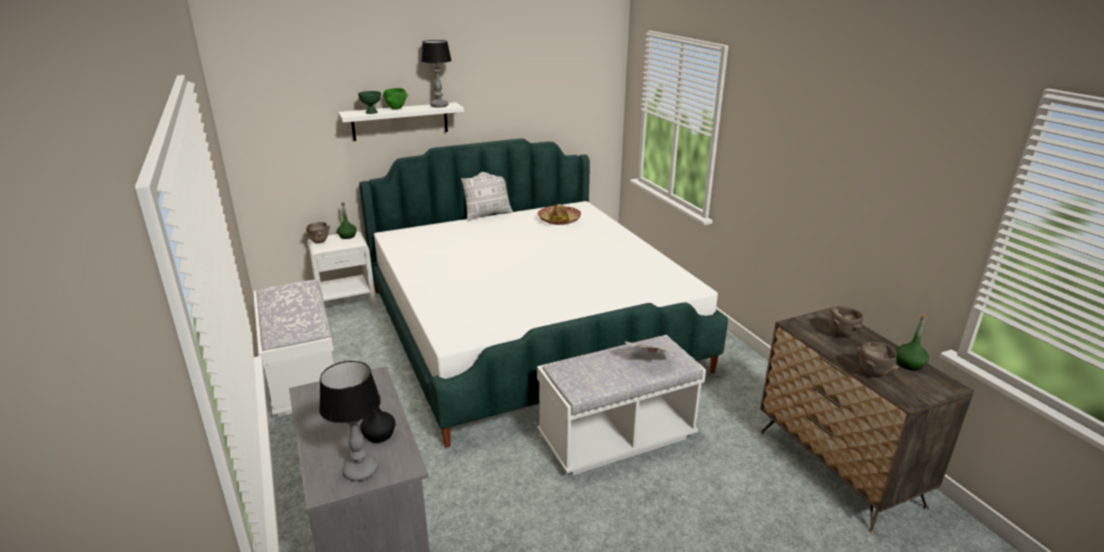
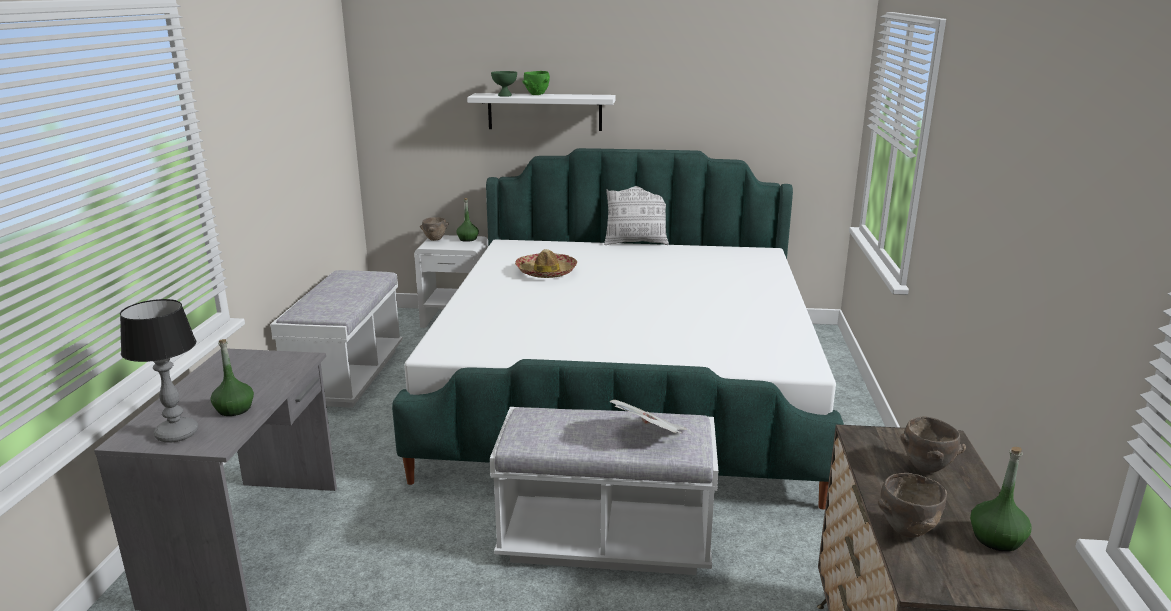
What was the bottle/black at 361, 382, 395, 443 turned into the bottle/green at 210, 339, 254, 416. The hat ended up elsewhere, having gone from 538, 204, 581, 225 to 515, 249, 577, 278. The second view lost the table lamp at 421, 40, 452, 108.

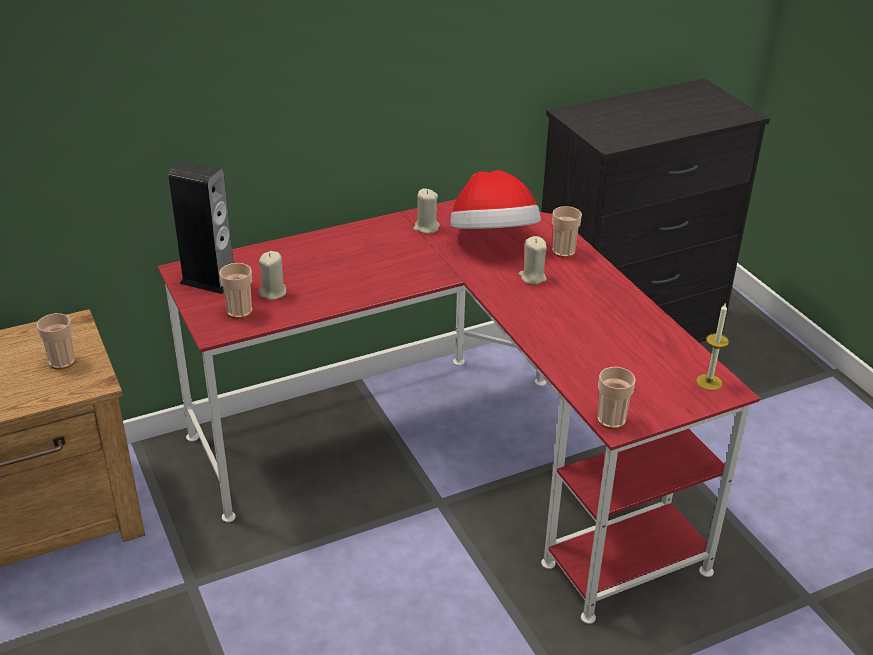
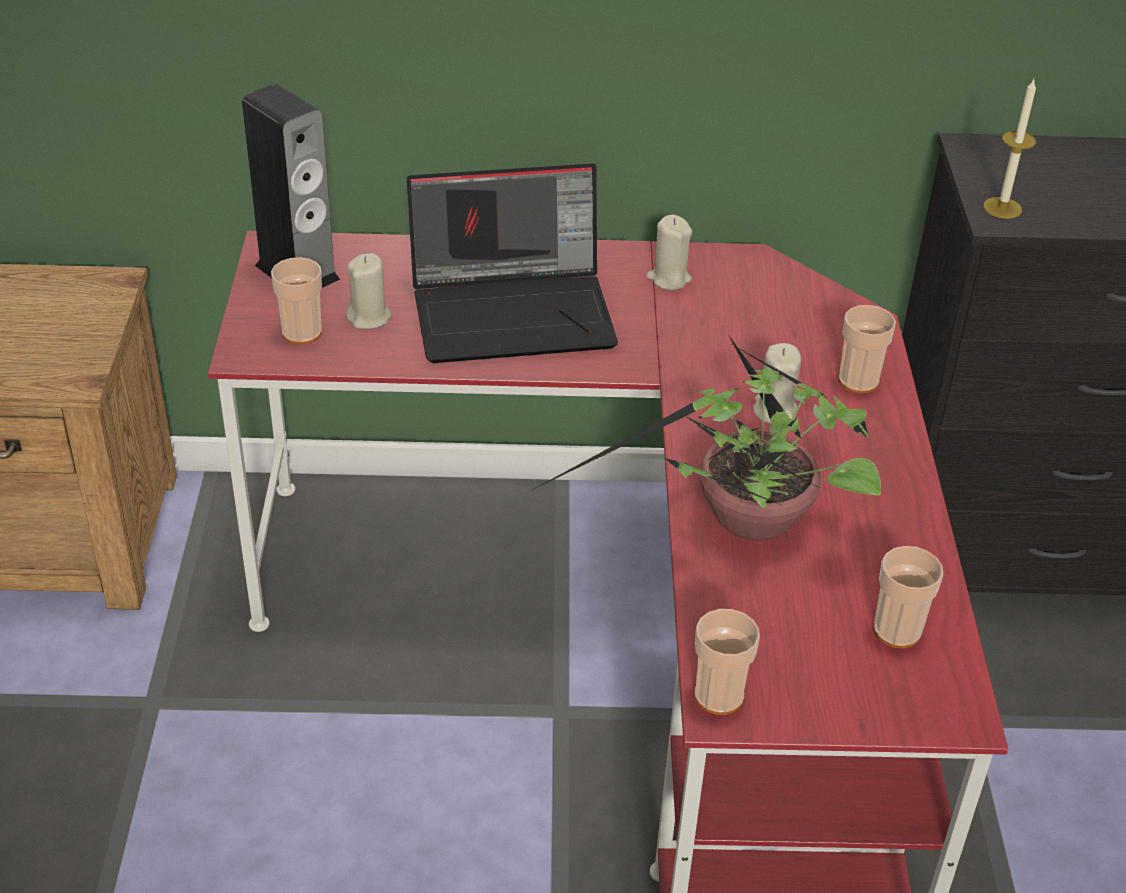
The second view gained the laptop at 407, 163, 618, 363. The second view gained the potted plant at 532, 336, 881, 541. The cup ended up elsewhere, having gone from 37, 313, 76, 370 to 874, 546, 943, 648. The candle ended up elsewhere, having gone from 696, 304, 729, 391 to 983, 79, 1036, 219. The second view lost the hat at 450, 170, 541, 229.

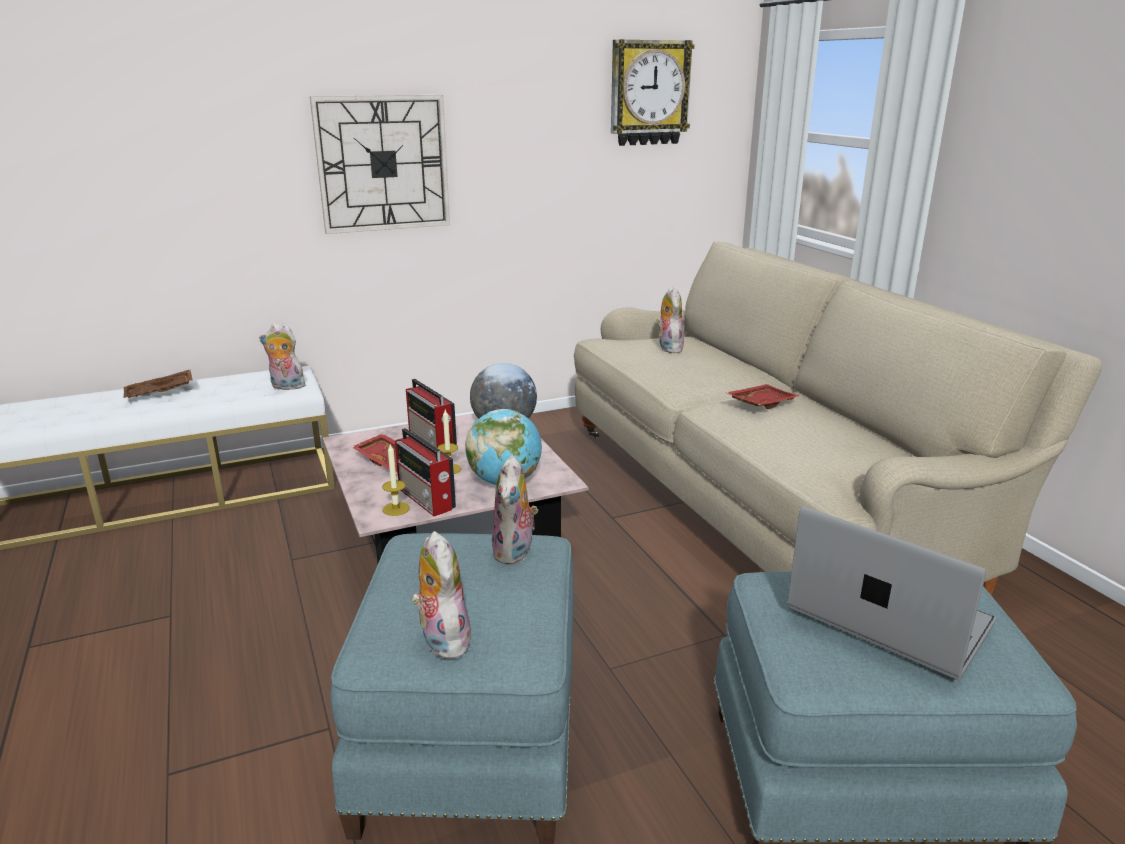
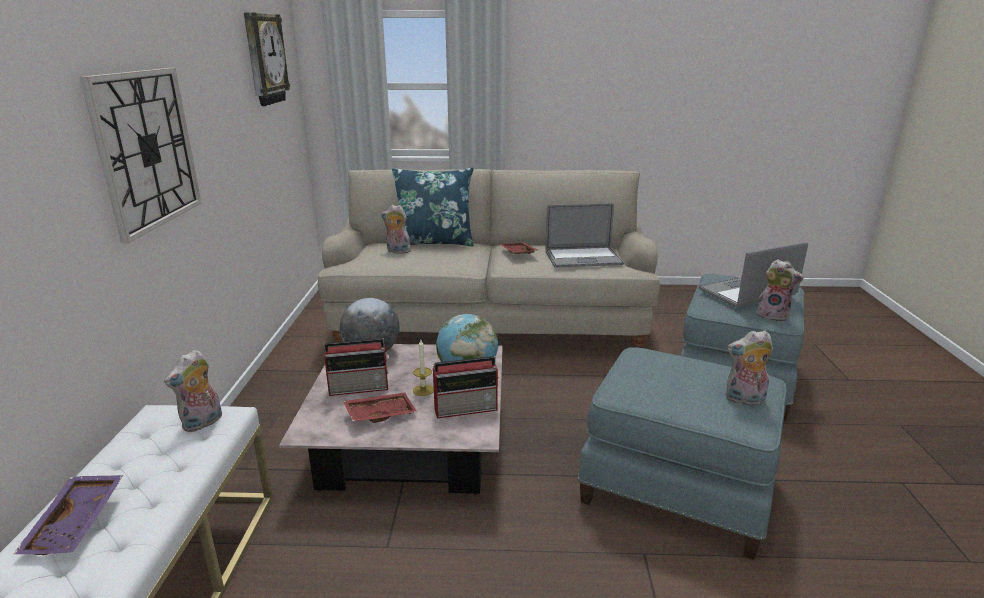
What was the tray/brown at 123, 370, 193, 398 turned into the tray/purple at 13, 475, 123, 555. The second view gained the pillow/blue at 392, 168, 474, 247. The second view gained the laptop at 545, 203, 624, 268. The plush toy ended up elsewhere, having gone from 492, 455, 538, 565 to 756, 259, 804, 322. The second view lost the candle at 382, 445, 410, 516.

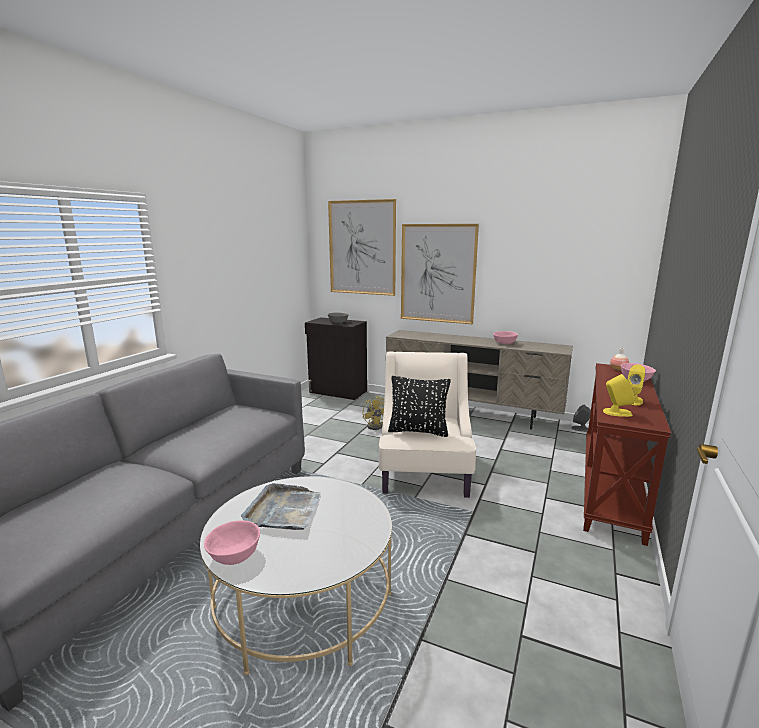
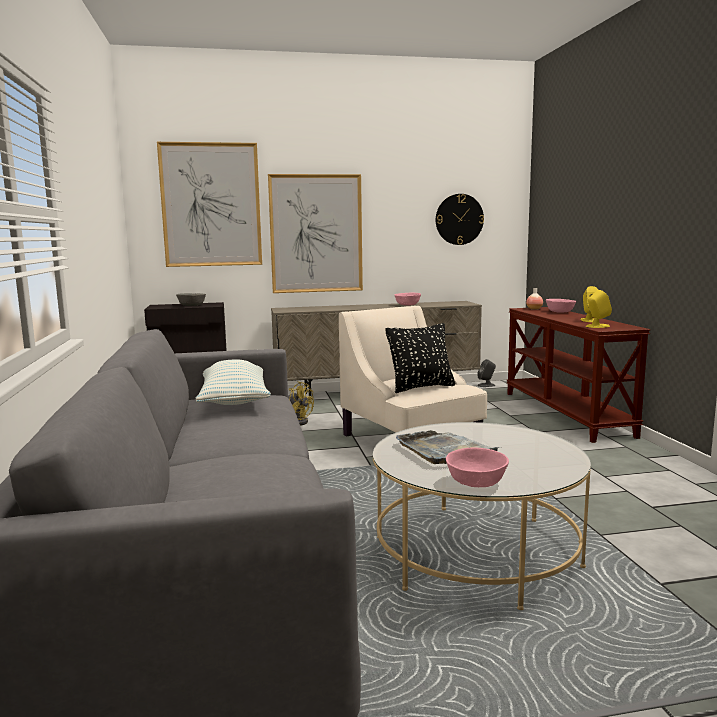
The second view gained the pillow at 196, 359, 271, 405. The second view gained the wall clock at 436, 194, 484, 245.

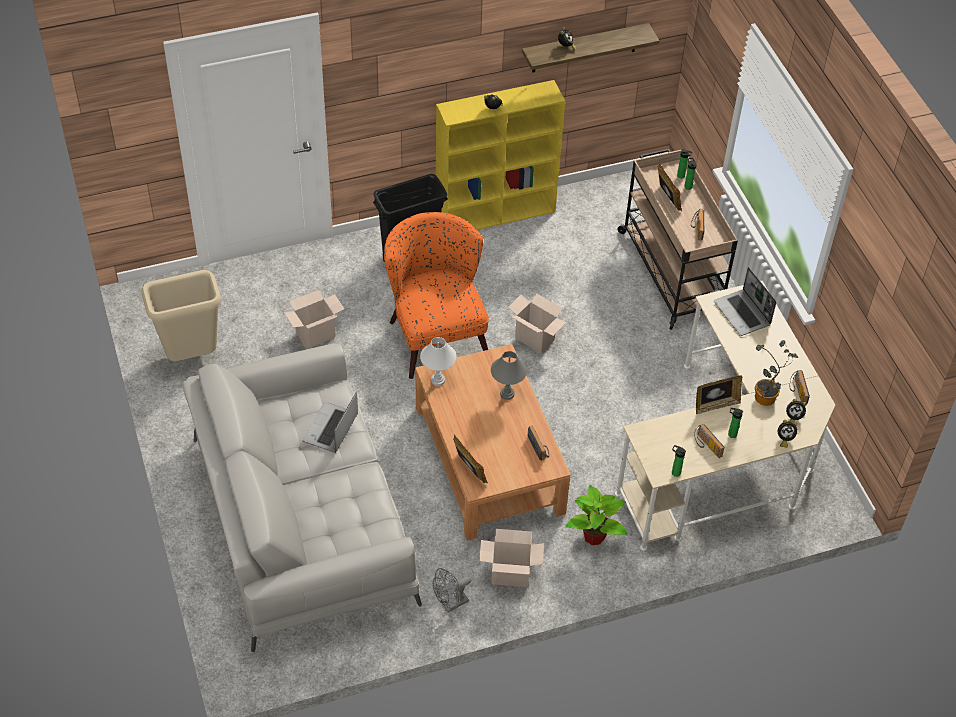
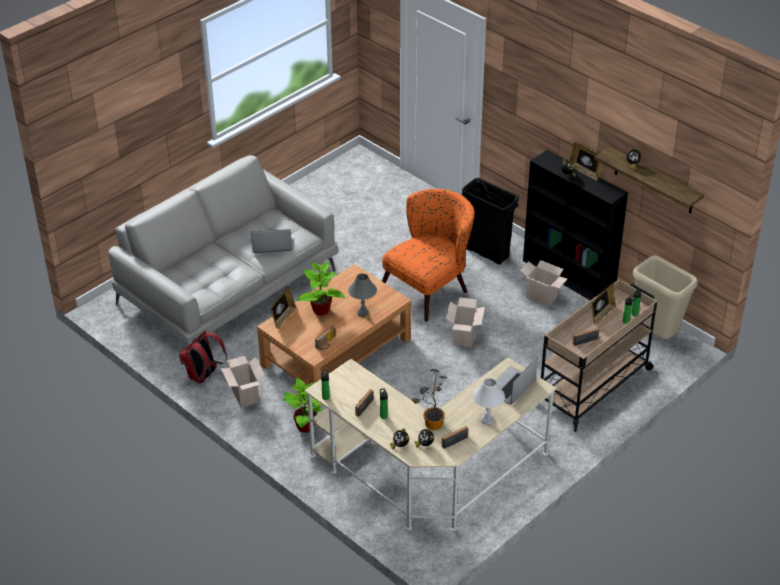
Where the fan/grey stood at 433, 568, 472, 612, the backpack/red came to stand at 179, 331, 227, 383. The second view gained the potted plant at 297, 262, 345, 316. The table lamp/white ended up elsewhere, having gone from 420, 337, 456, 386 to 473, 378, 505, 425. The cardboard box ended up elsewhere, having gone from 284, 290, 344, 349 to 520, 260, 567, 307. What was the bookcase/yellow at 436, 80, 565, 230 turned into the bookcase/black at 523, 150, 628, 301. The picture frame ended up elsewhere, having gone from 696, 375, 742, 414 to 569, 142, 601, 181. The trash can/beige ended up elsewhere, having gone from 142, 270, 221, 361 to 633, 255, 698, 339.

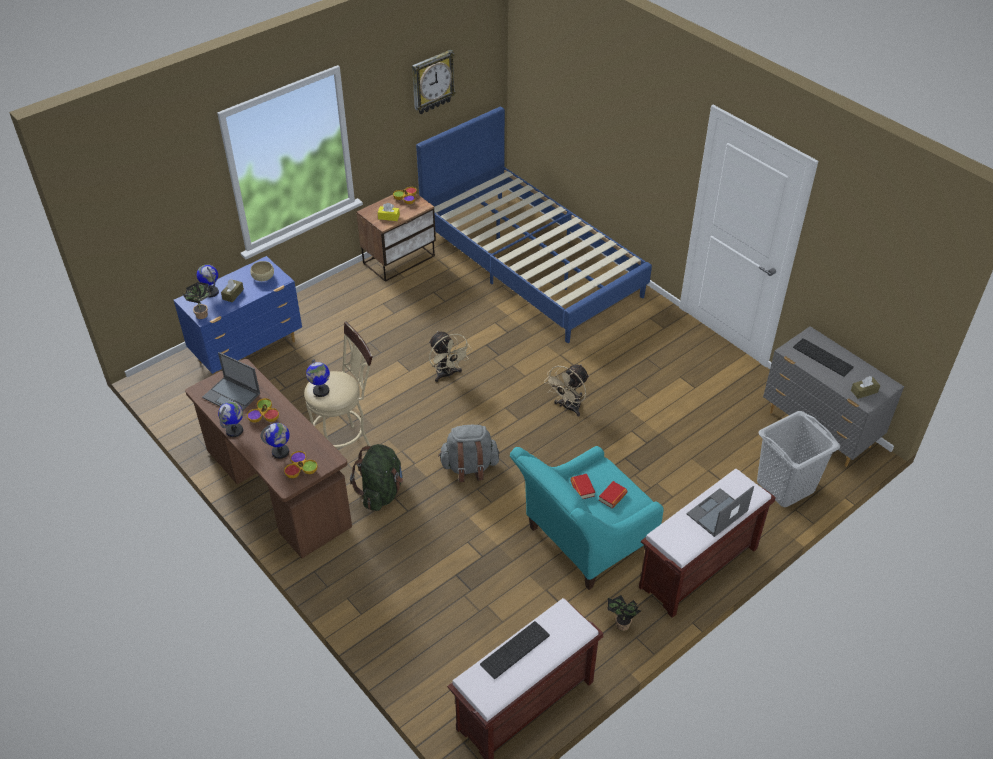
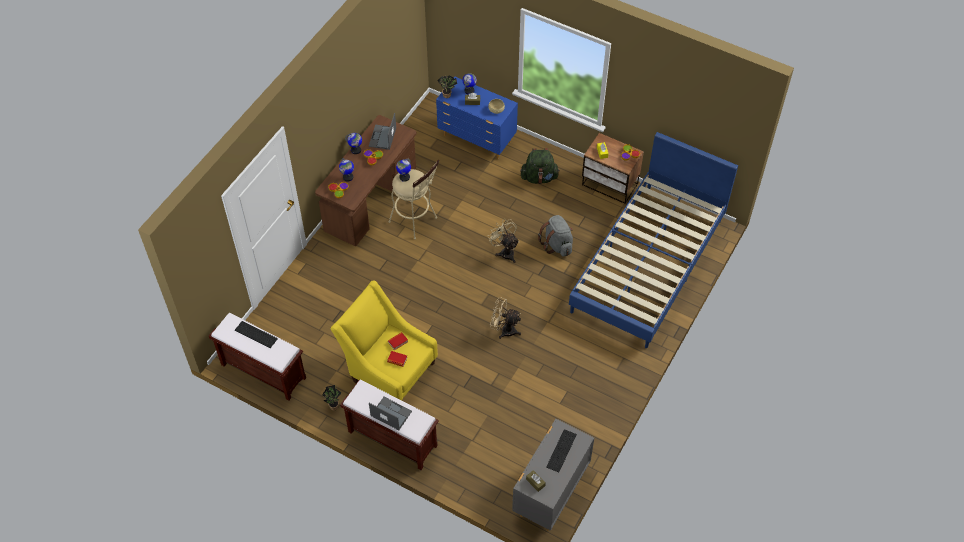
What was the armchair/turquoise at 510, 446, 664, 590 turned into the armchair/yellow at 330, 281, 438, 400. The fan/beige at 429, 331, 472, 382 ended up facing another way, 105 degrees clockwise from before. The backpack/green ended up elsewhere, having gone from 350, 444, 403, 511 to 521, 148, 560, 184. The backpack/grey ended up elsewhere, having gone from 438, 425, 499, 482 to 538, 215, 573, 257. The second view lost the wall clock at 412, 50, 456, 114. The second view lost the laundry basket/grey at 757, 411, 840, 507.

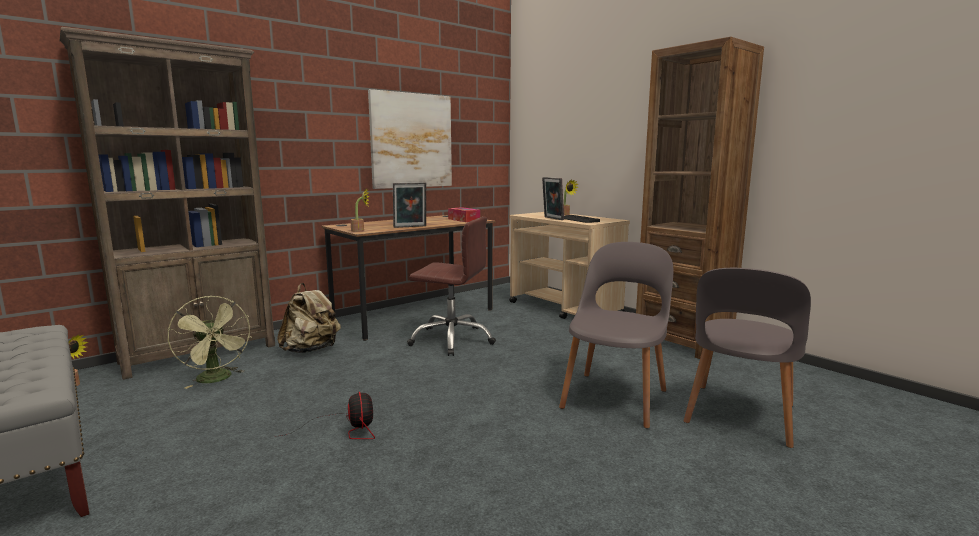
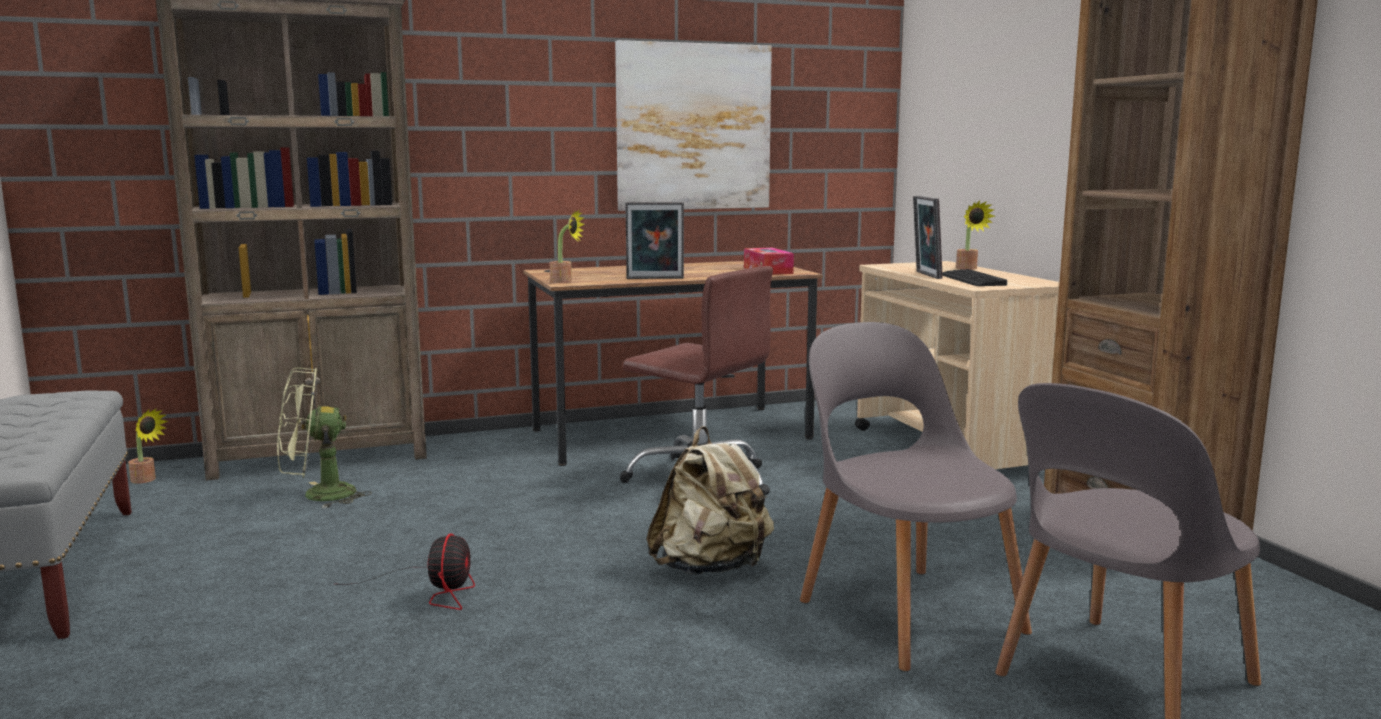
The fan/green at 168, 296, 252, 389 ended up facing another way, 90 degrees clockwise from before. The backpack/beige ended up elsewhere, having gone from 277, 283, 341, 353 to 647, 426, 774, 575. The chair/grey at 559, 242, 673, 428 ended up facing another way, 75 degrees counterclockwise from before.

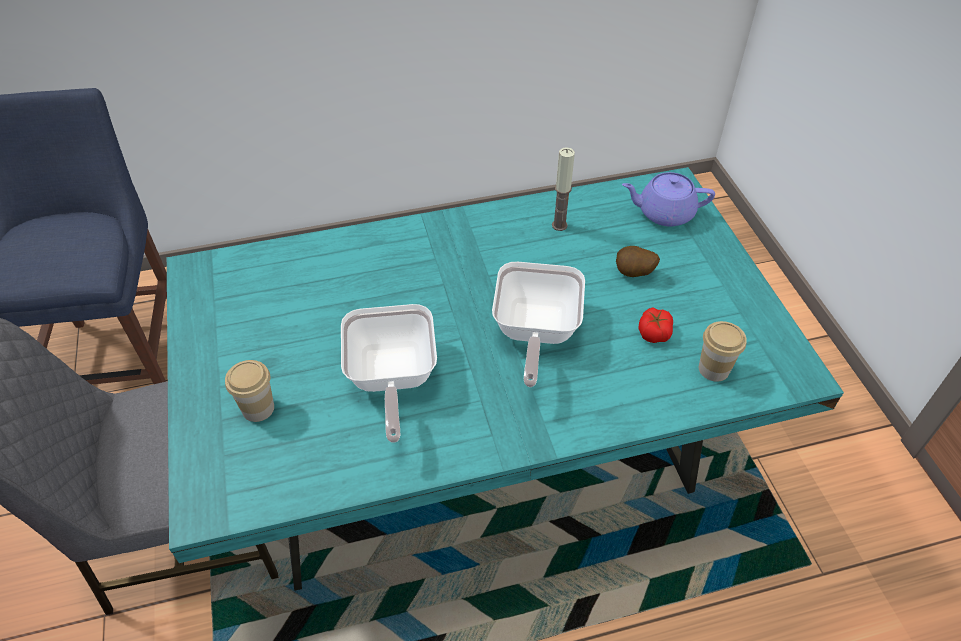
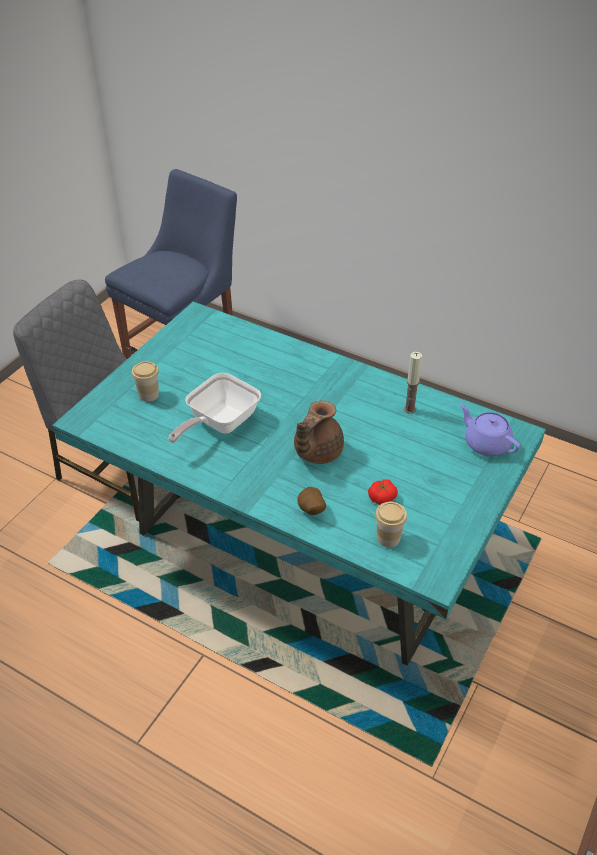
Where the frying pan stood at 492, 262, 585, 387, the teapot/brown came to stand at 294, 400, 344, 464. The potato ended up elsewhere, having gone from 616, 246, 660, 277 to 298, 487, 326, 515.

